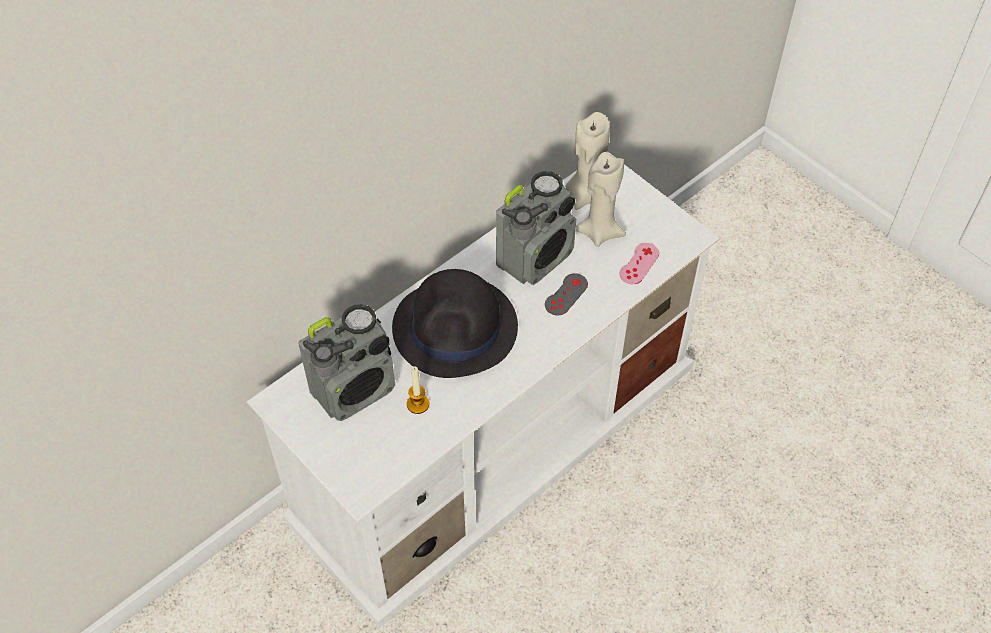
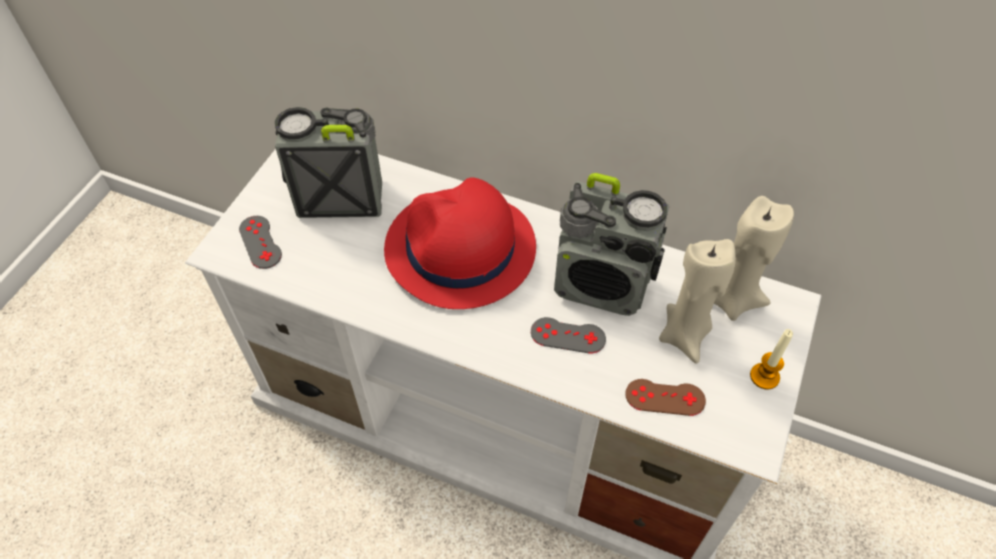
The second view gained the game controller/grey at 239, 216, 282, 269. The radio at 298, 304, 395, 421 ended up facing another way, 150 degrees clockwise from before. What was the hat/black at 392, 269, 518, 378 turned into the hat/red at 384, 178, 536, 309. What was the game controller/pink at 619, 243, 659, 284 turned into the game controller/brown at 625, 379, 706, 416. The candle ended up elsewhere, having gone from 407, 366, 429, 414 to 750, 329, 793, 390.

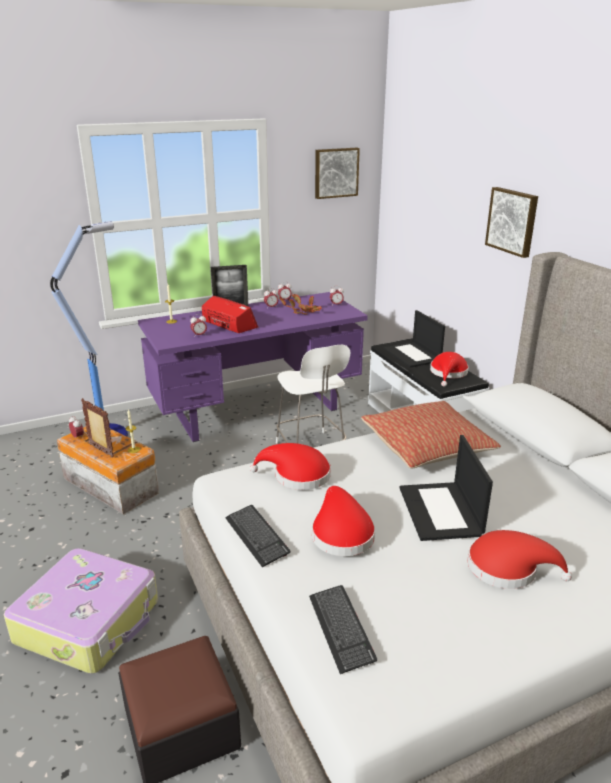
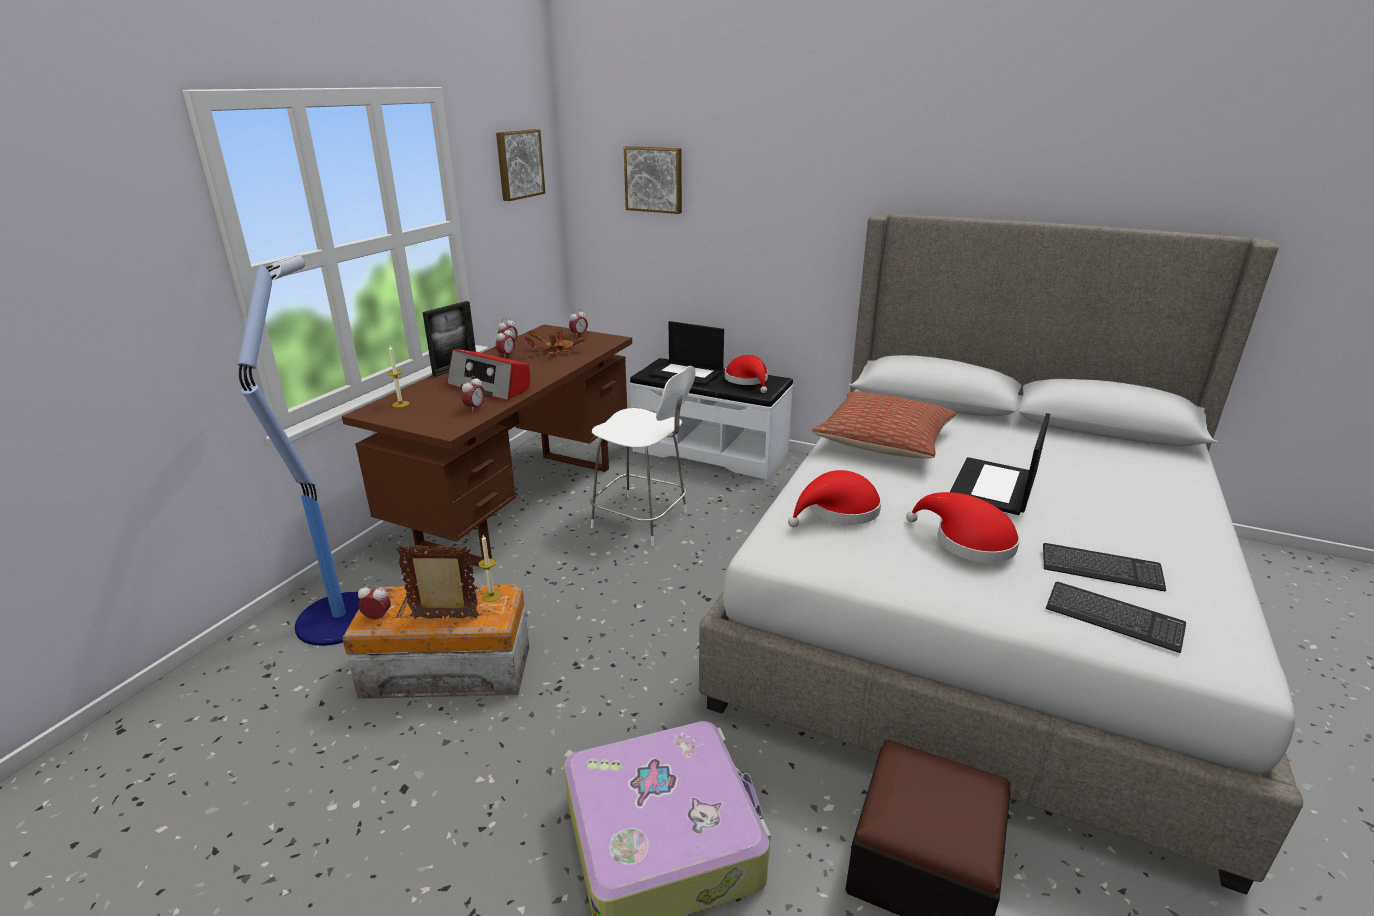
What was the desk/purple at 138, 292, 368, 442 turned into the desk/brown at 342, 325, 632, 570. The radio at 202, 296, 258, 333 ended up facing another way, 150 degrees counterclockwise from before. The picture ended up elsewhere, having gone from 485, 187, 538, 258 to 624, 146, 682, 214. The laptop at 400, 435, 493, 541 ended up facing another way, 75 degrees clockwise from before. The keyboard ended up elsewhere, having gone from 225, 505, 290, 567 to 1043, 543, 1166, 591. The second view lost the hat/red at 468, 530, 572, 589.

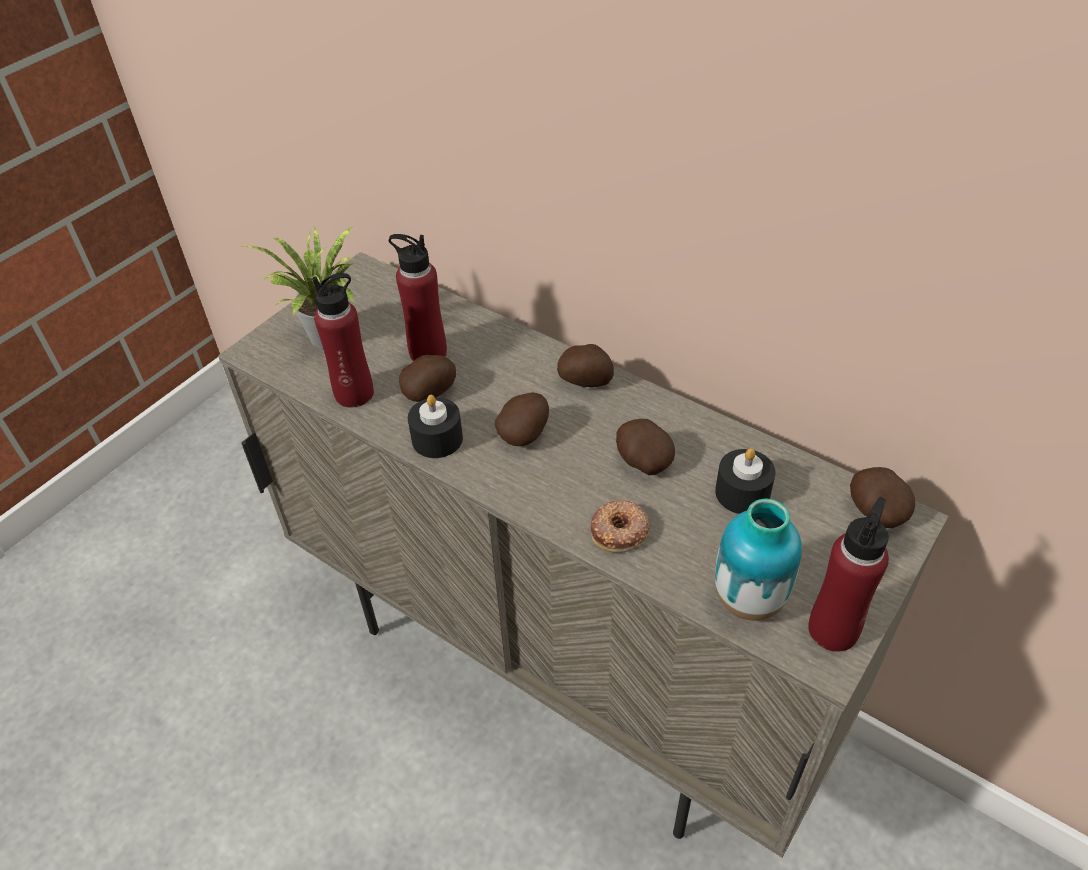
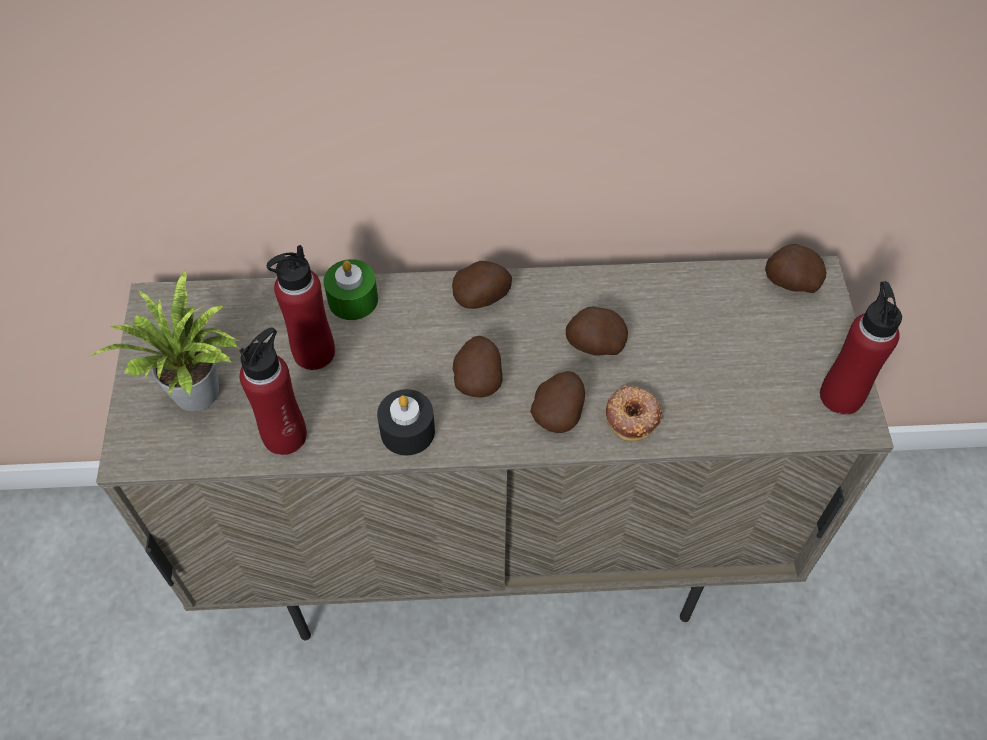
The second view gained the candle/green at 324, 259, 378, 320. The potato ended up elsewhere, having gone from 399, 355, 456, 402 to 530, 371, 585, 433. The second view lost the candle/black at 715, 448, 776, 514. The second view lost the vase at 715, 499, 802, 620.

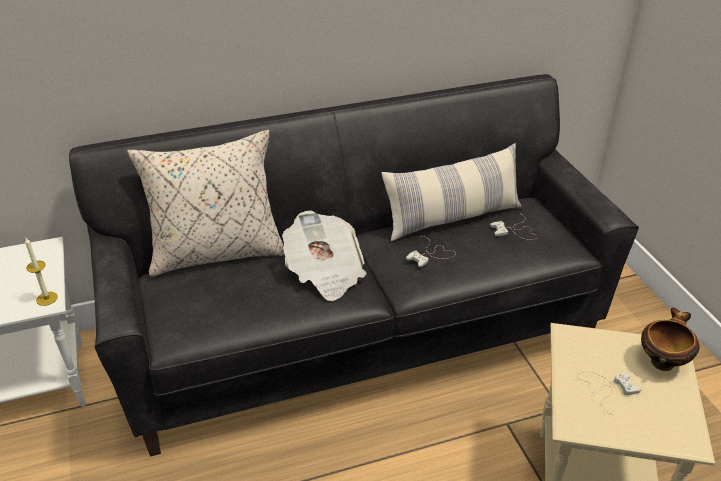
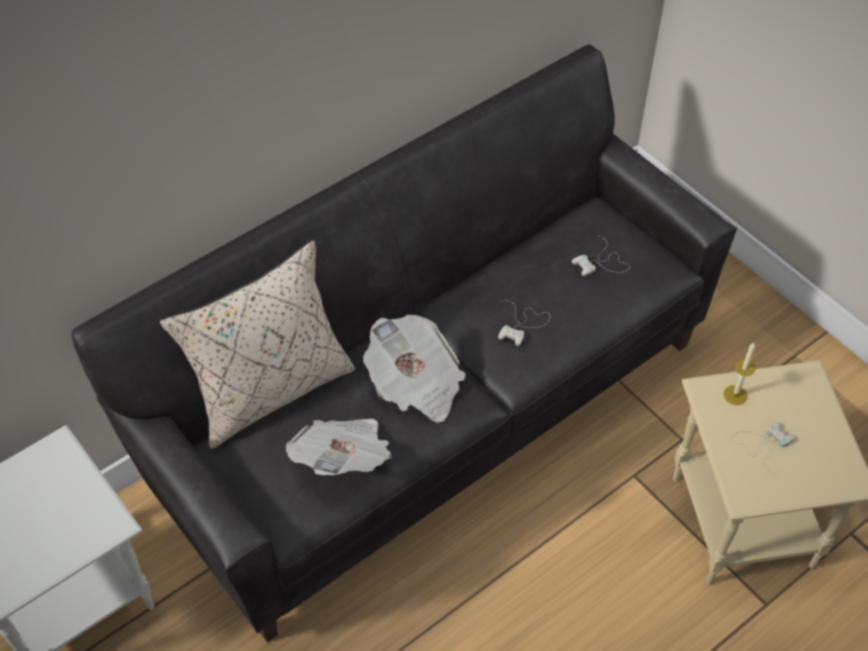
The second view gained the newspaper at 286, 418, 392, 475. The candle ended up elsewhere, having gone from 25, 238, 58, 306 to 723, 342, 756, 405. The second view lost the pillow at 381, 143, 521, 241. The second view lost the bowl at 641, 308, 700, 371.

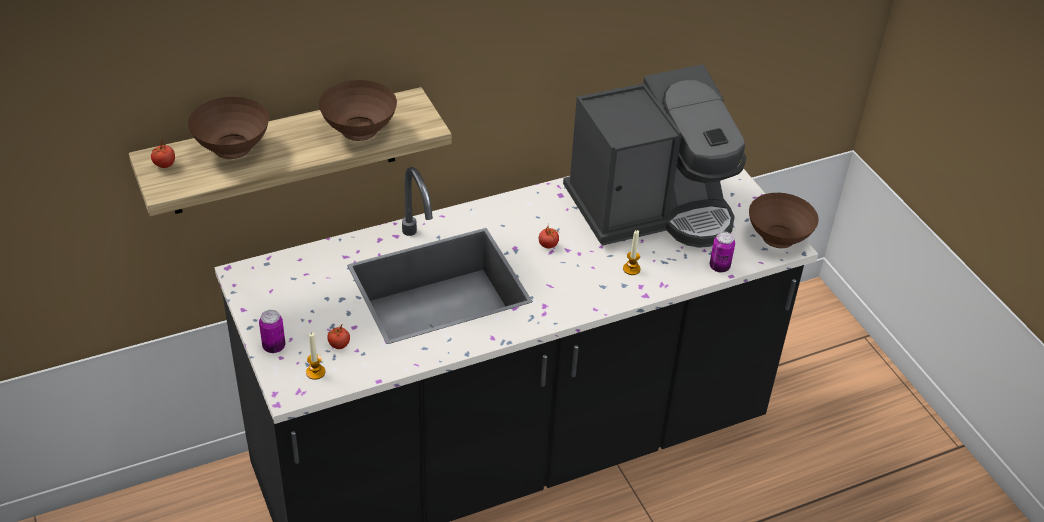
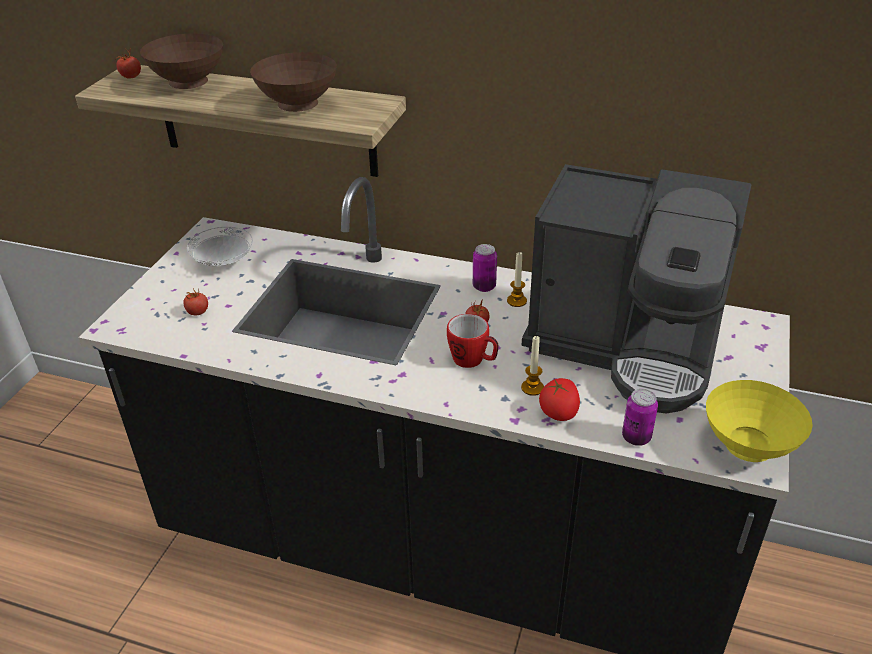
The second view gained the plate/white at 187, 227, 253, 266. The second view gained the mug at 447, 314, 498, 368. The can ended up elsewhere, having gone from 259, 310, 285, 353 to 473, 244, 497, 292. The candle ended up elsewhere, having gone from 306, 333, 325, 380 to 507, 251, 527, 307. The second view gained the tomato at 539, 378, 580, 421. What was the bowl/brown at 749, 193, 819, 248 turned into the bowl/yellow at 706, 380, 813, 462.

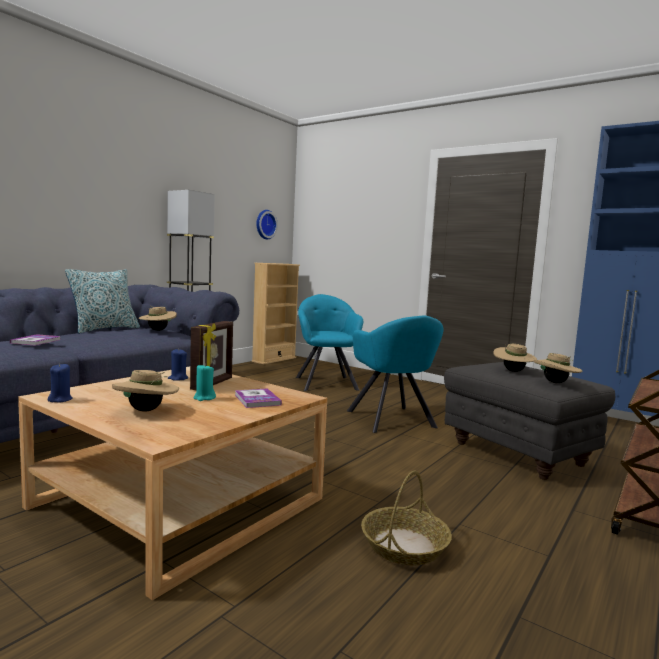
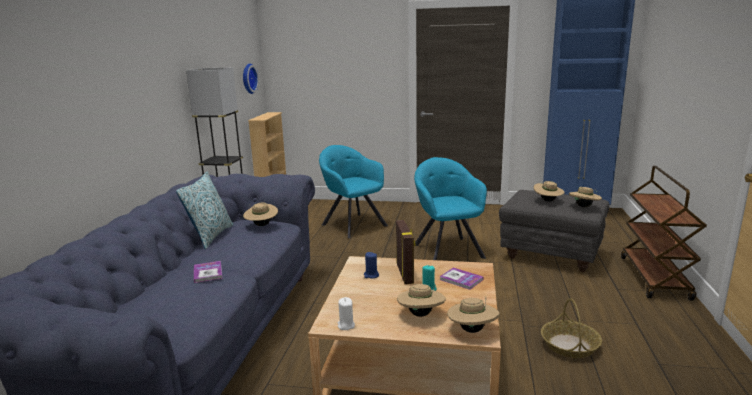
What was the candle/blue at 48, 363, 72, 403 turned into the candle/white at 338, 297, 355, 330. The armchair/turquoise at 347, 316, 444, 433 ended up facing another way, 150 degrees counterclockwise from before. The second view gained the hat/beige at 447, 297, 499, 333.

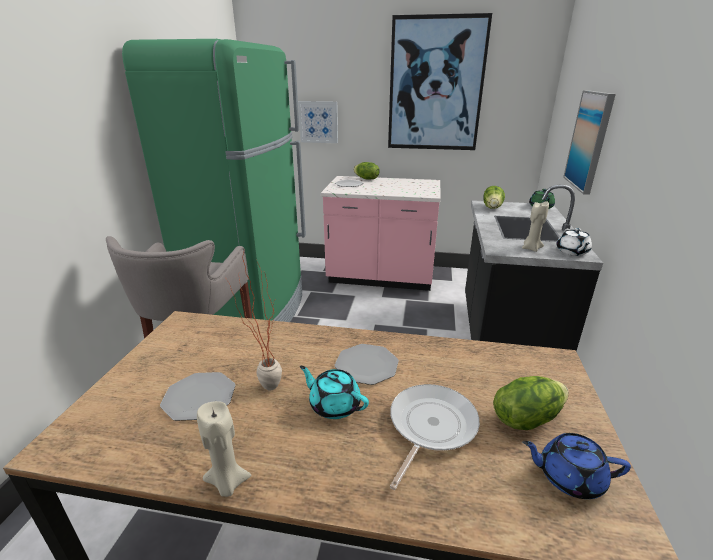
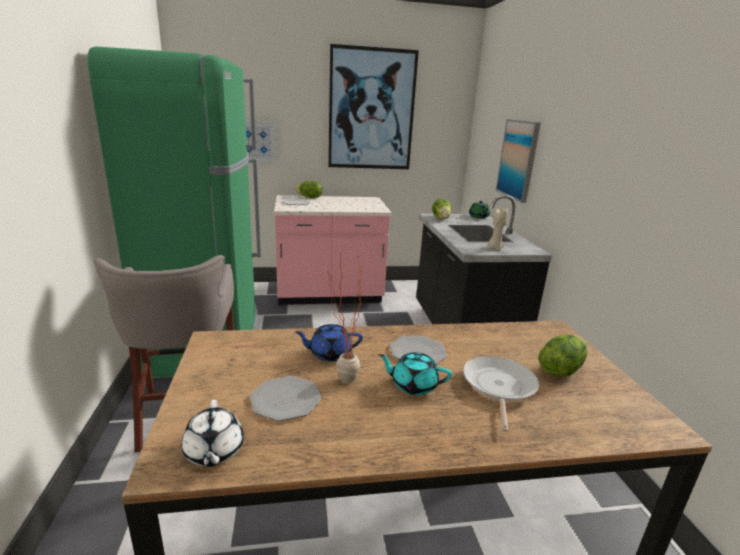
The teapot/white ended up elsewhere, having gone from 556, 228, 592, 256 to 182, 400, 244, 467. The teapot/blue ended up elsewhere, having gone from 522, 433, 631, 499 to 295, 324, 363, 362. The second view lost the candle/beige at 197, 401, 252, 497.

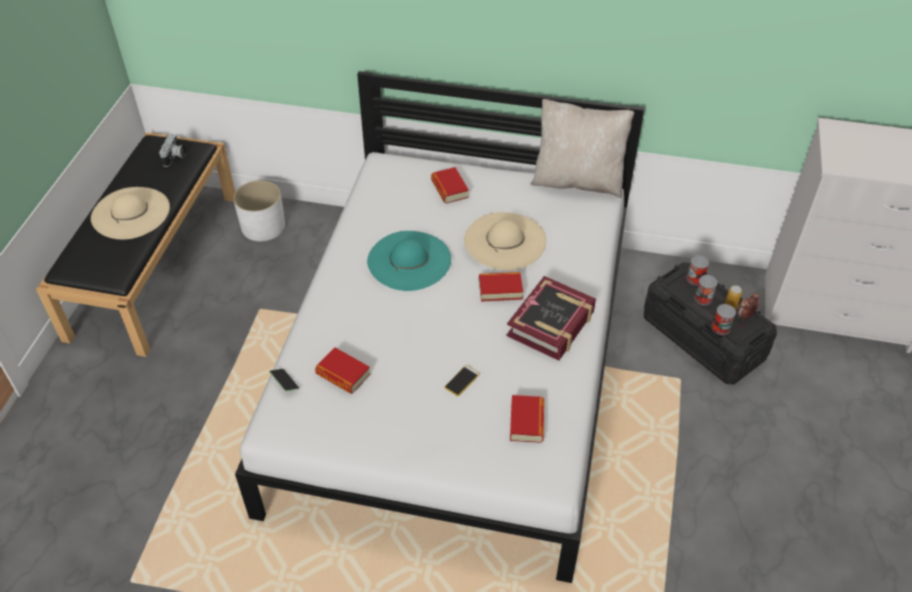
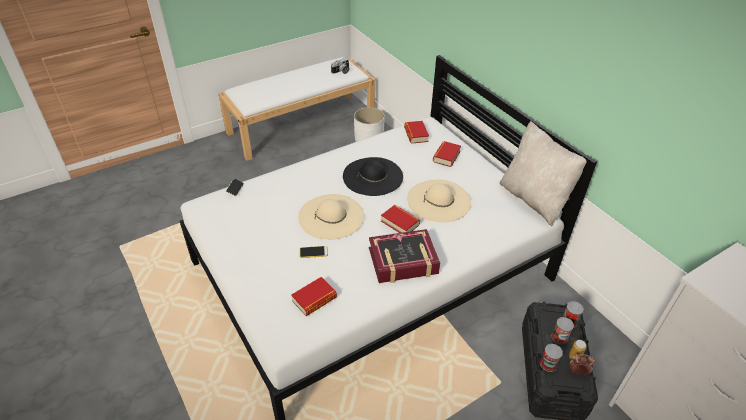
What was the bench/black at 36, 132, 235, 357 turned into the bench/white at 219, 57, 375, 161. The hat/beige ended up elsewhere, having gone from 91, 187, 170, 240 to 298, 194, 364, 240. What was the hat/turquoise at 367, 231, 451, 291 turned into the hat/black at 343, 157, 403, 196. The book ended up elsewhere, having gone from 315, 347, 370, 394 to 404, 121, 429, 143.

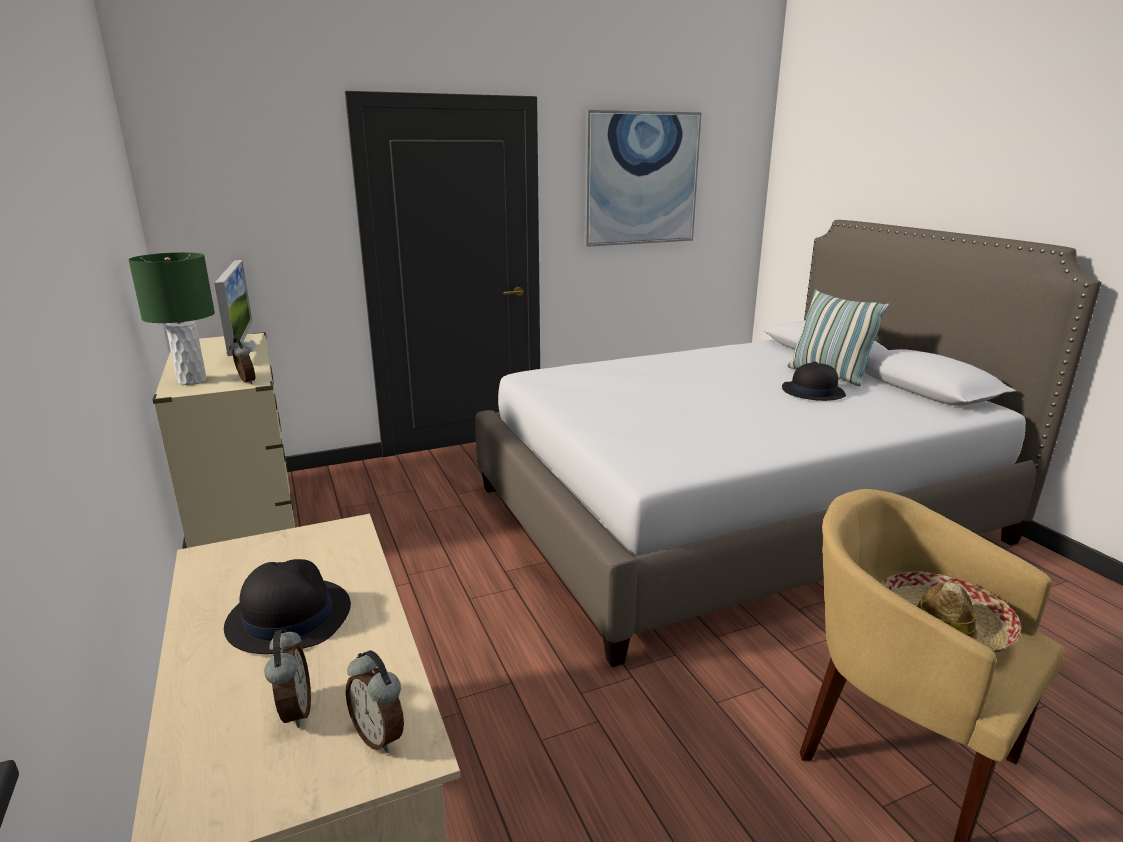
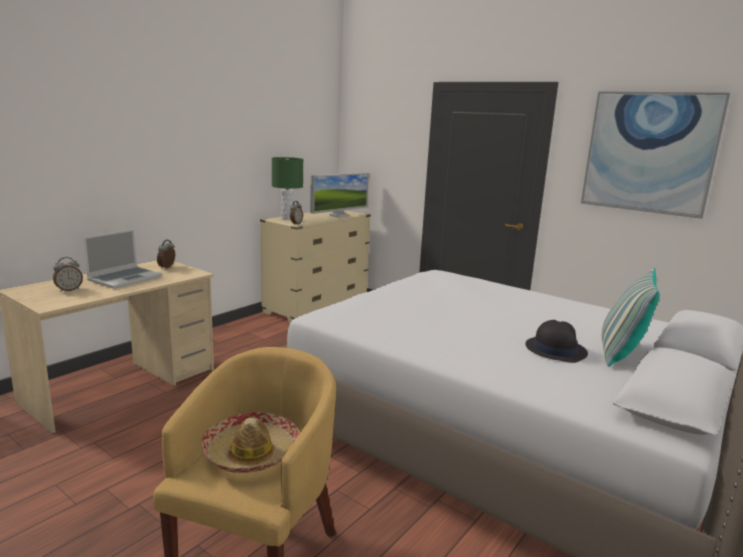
Where the hat/black stood at 224, 559, 351, 654, the laptop came to stand at 83, 229, 162, 289. The alarm clock ended up elsewhere, having gone from 346, 650, 404, 753 to 157, 240, 175, 269.

